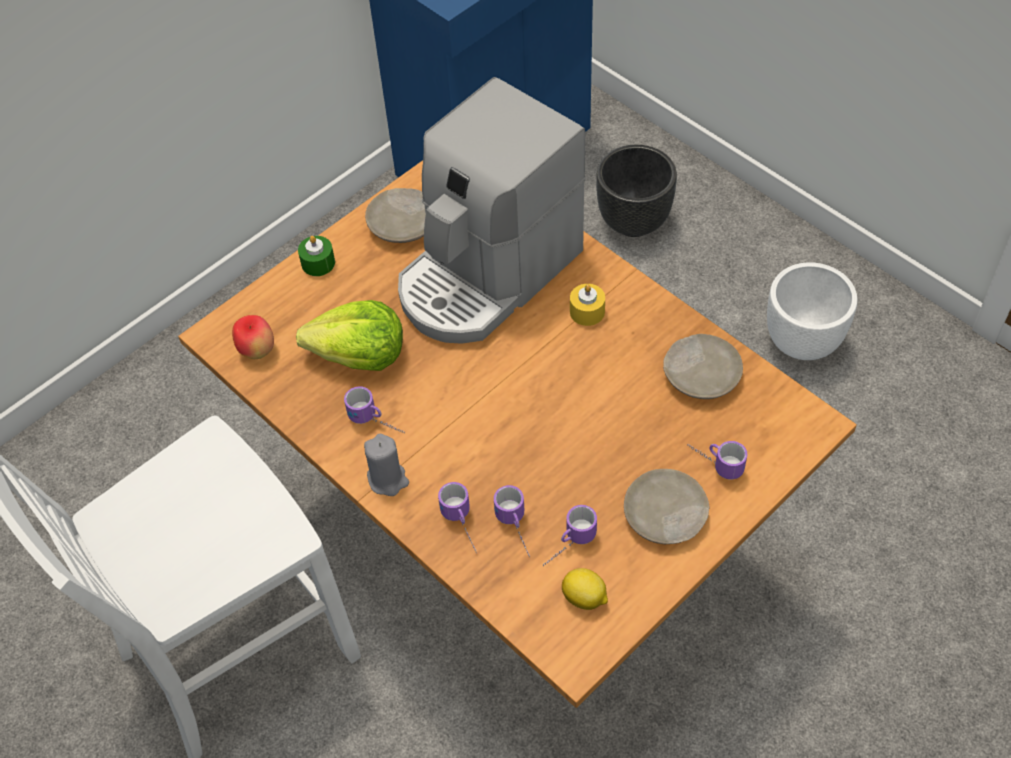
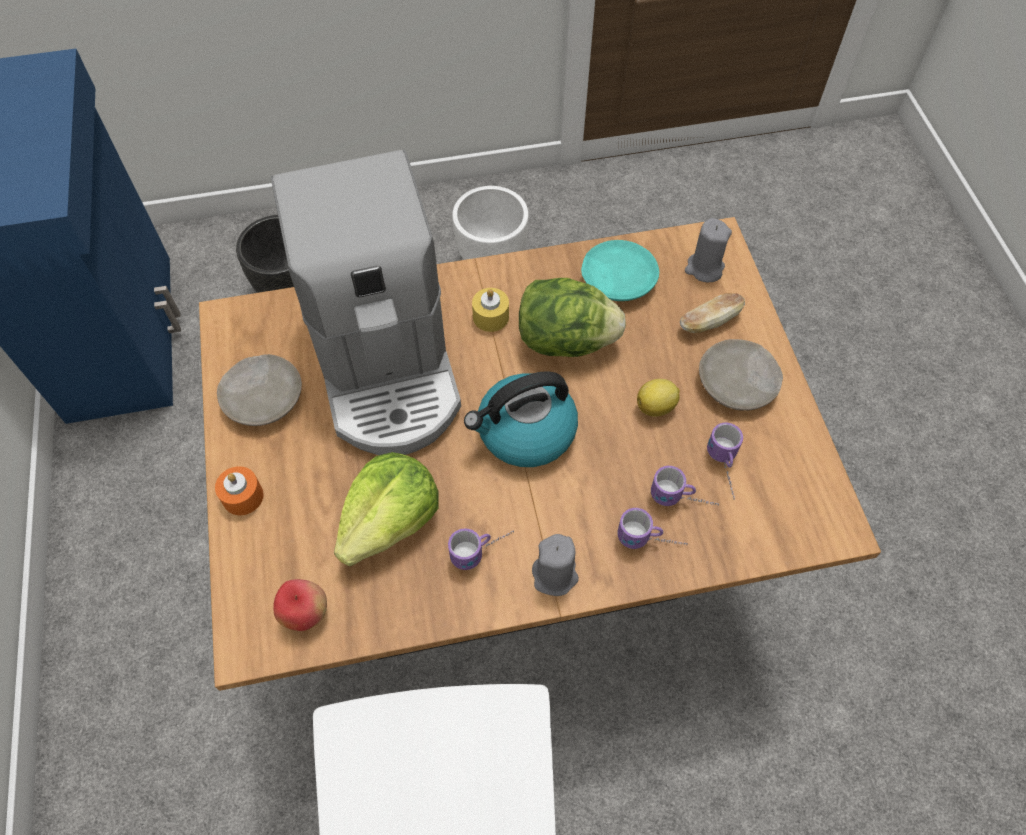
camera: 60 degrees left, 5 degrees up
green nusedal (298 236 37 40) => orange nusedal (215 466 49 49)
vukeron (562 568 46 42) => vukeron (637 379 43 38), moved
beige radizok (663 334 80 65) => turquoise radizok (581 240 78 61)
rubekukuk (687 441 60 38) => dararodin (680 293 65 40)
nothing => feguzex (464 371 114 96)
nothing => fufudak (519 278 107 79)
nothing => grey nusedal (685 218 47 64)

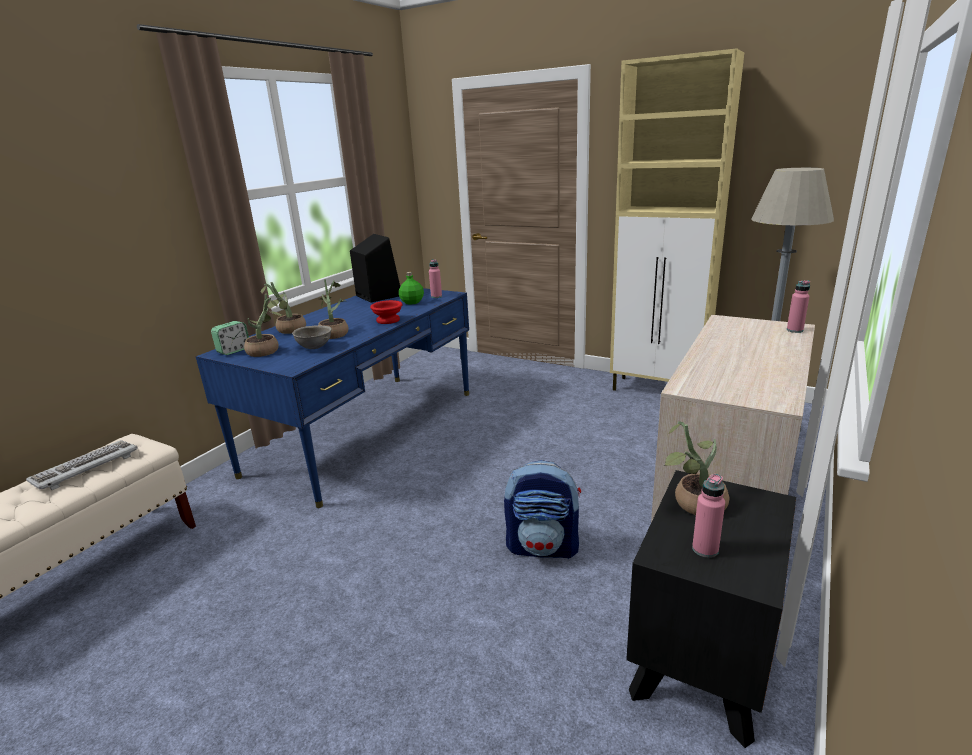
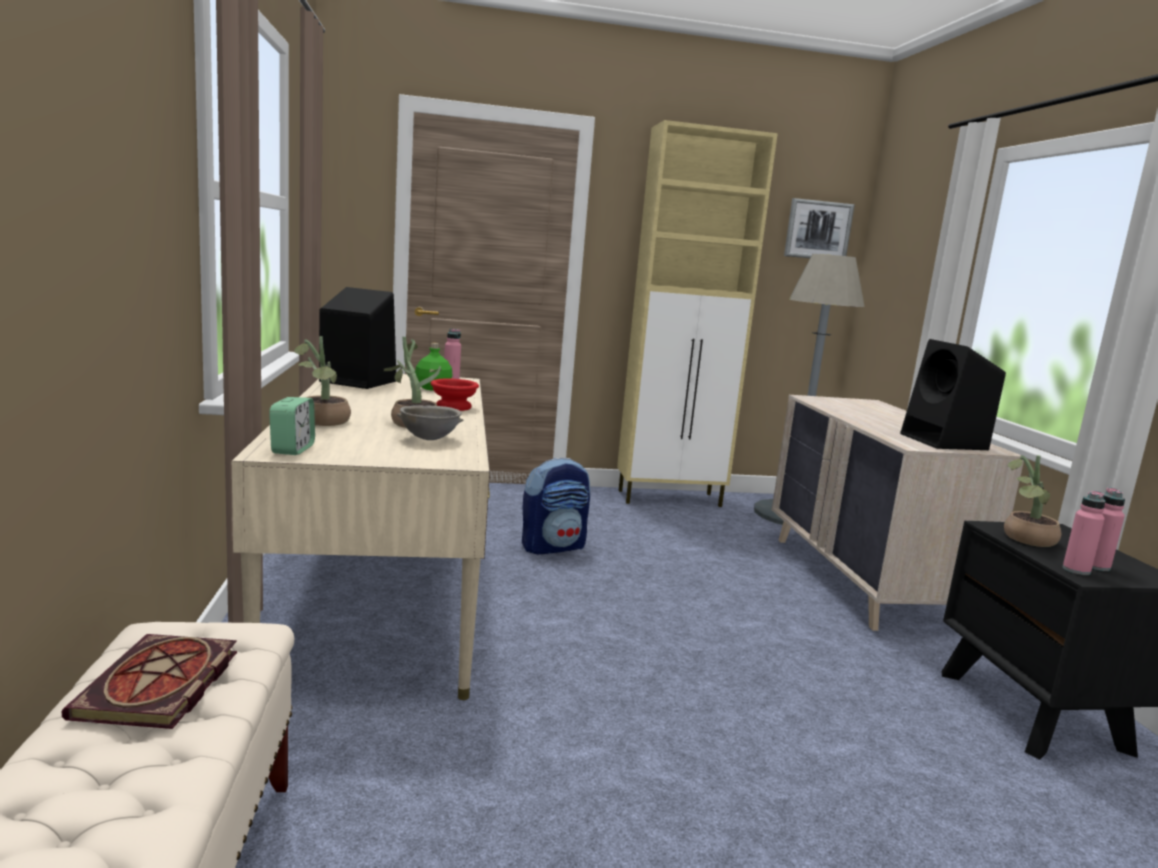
camera: 40 degrees left, 10 degrees down
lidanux (26 440 112 50) => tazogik (62 634 175 95)
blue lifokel (196 288 273 220) => beige lifokel (232 374 258 326)
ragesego (244 294 39 63) => nothing
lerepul (504 460 77 99) => lerepul (522 458 68 96), moved
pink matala (787 280 23 53) => pink matala (1063 491 42 84), moved
nothing => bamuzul (784 198 71 60)
nothing => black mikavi (900 339 106 111)

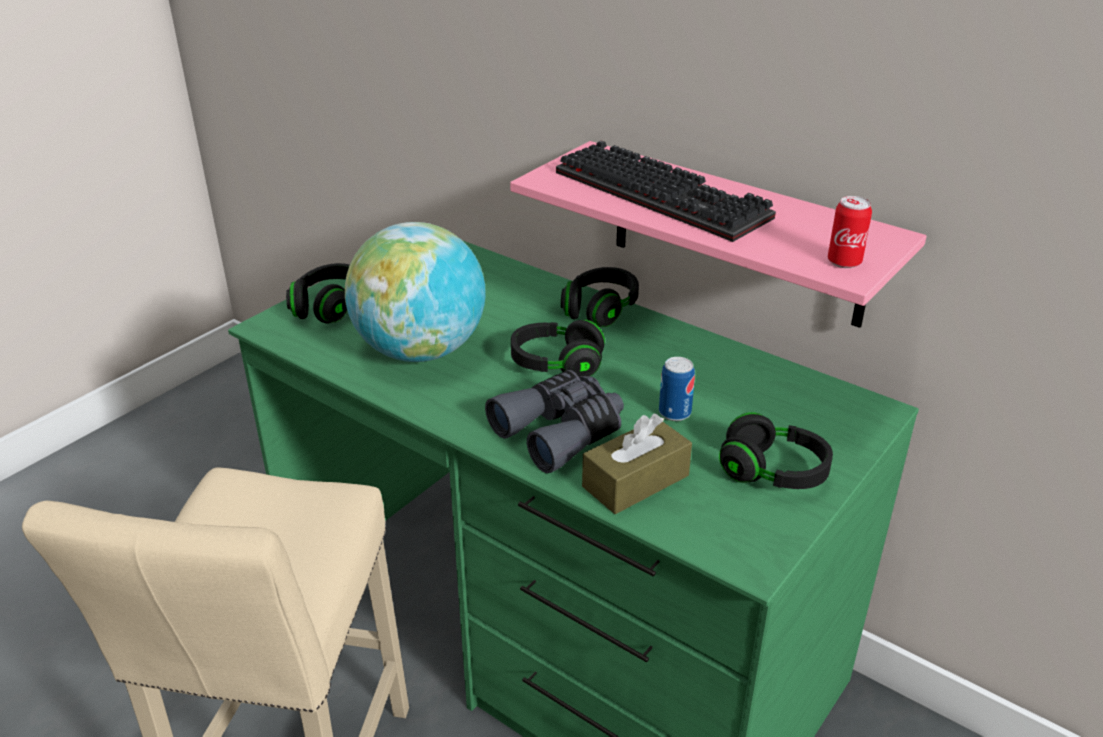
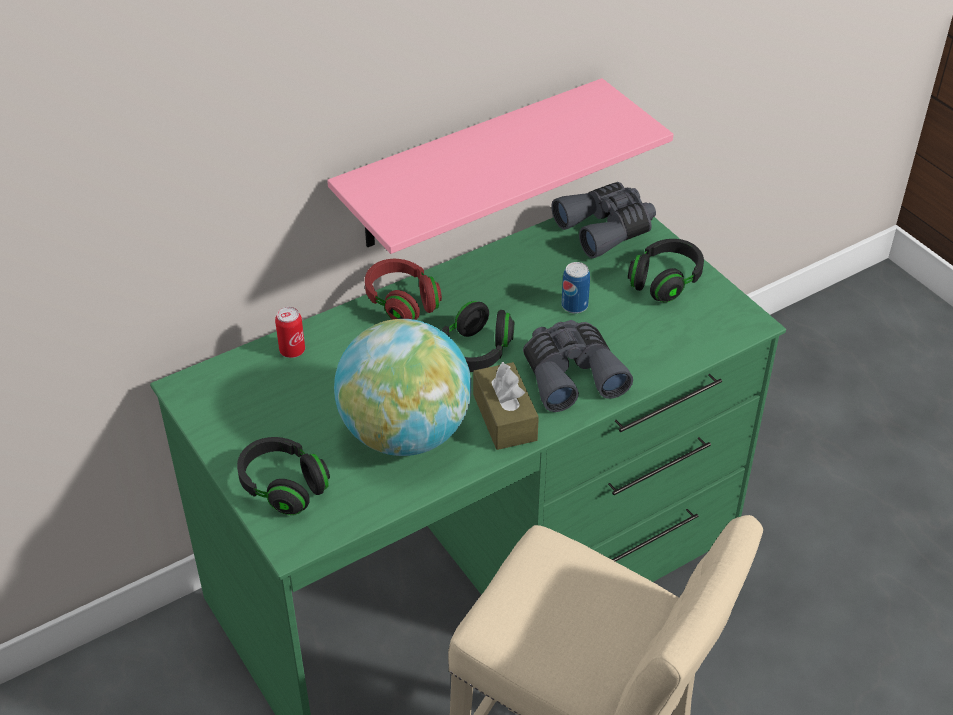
camera: 70 degrees left, 10 degrees up
lidanux (556 141 220 101) => nothing
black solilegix (561 267 78 60) => red solilegix (365 259 77 61)
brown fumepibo (582 414 110 100) => brown fumepibo (473 362 66 88), moved
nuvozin (828 196 44 72) => nuvozin (275 307 30 51), moved
nothing => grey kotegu (551 182 105 76)

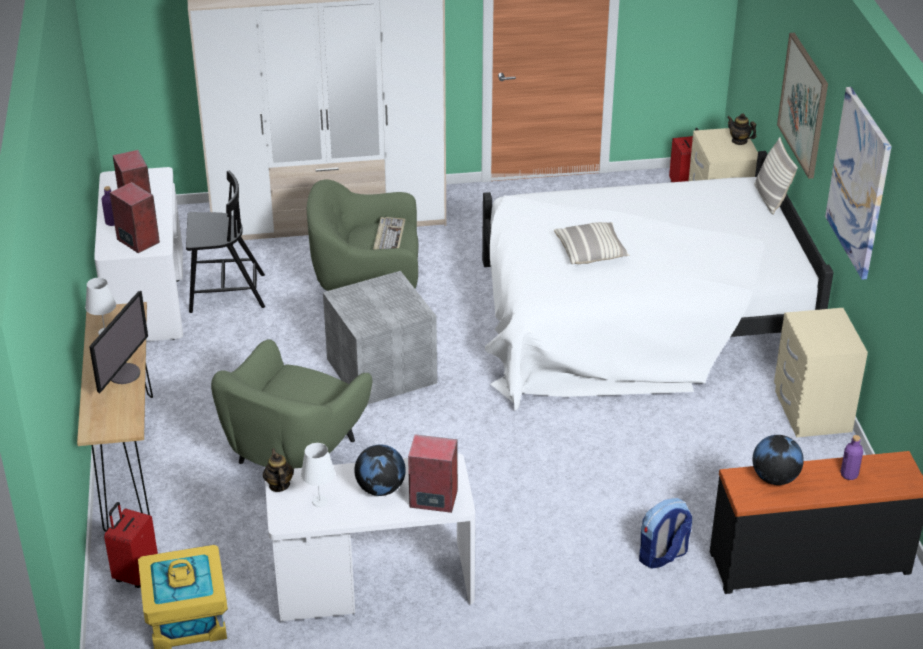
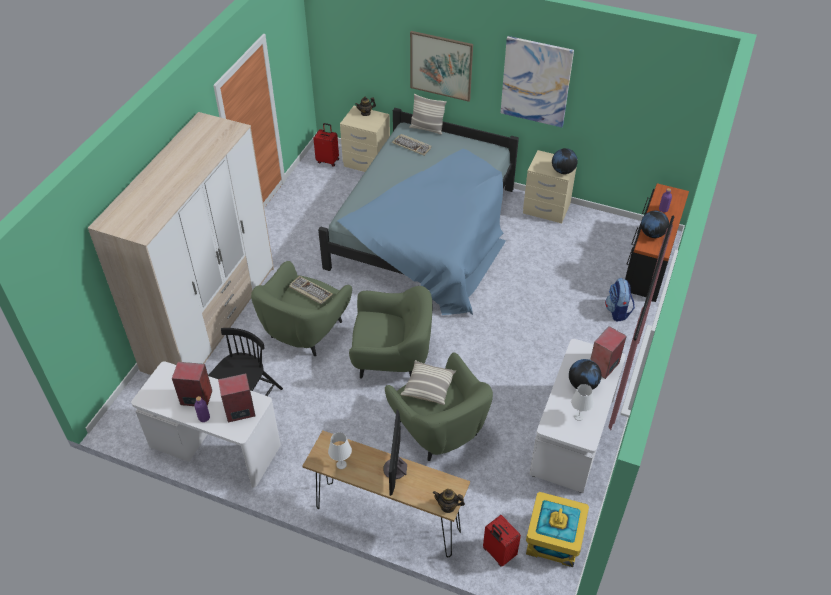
camera: 60 degrees left, 10 degrees up
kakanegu (89 291 59 103) => kakanegu (383 409 24 87), 135 degrees counterclockwise
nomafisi (263 448 31 44) => nomafisi (433 489 32 24), moved
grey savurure (323 271 114 134) => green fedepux (349 286 83 93)
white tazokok (482 151 352 259) => blue tazokok (318 108 201 207)
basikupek (554 222 75 42) => basikupek (401 360 55 45), moved
nothing => lidanux (392 134 40 22)
nothing => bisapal (552 148 26 26)

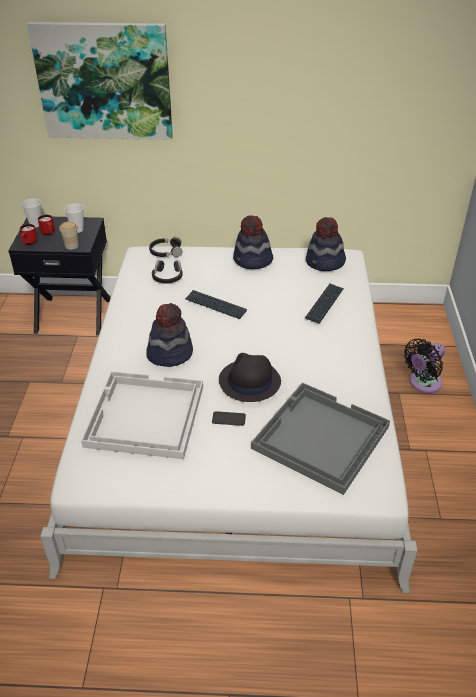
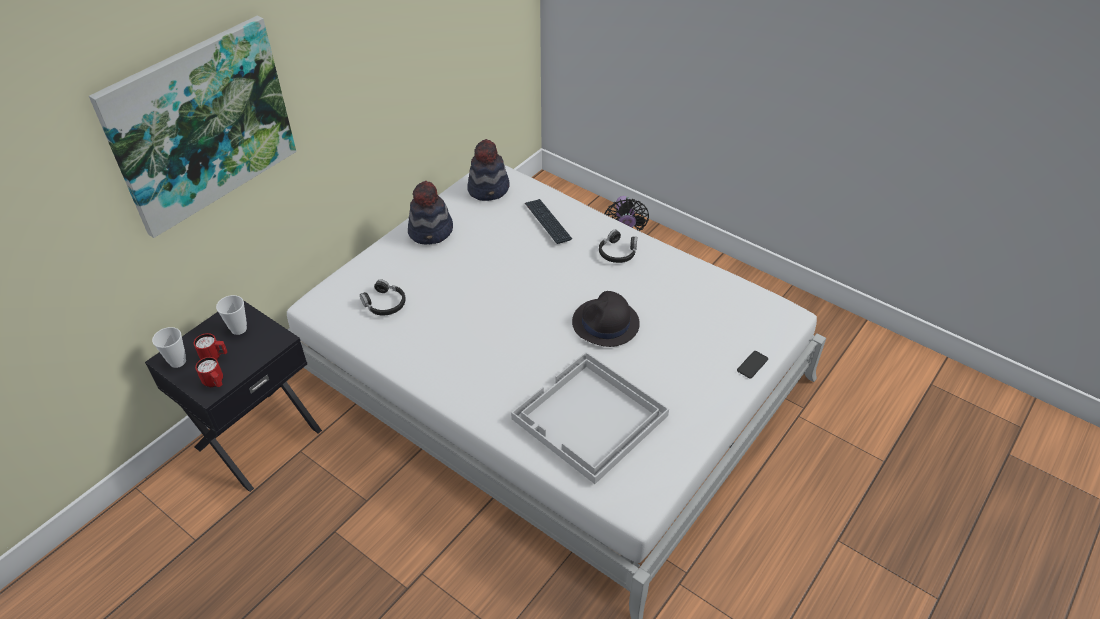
camera: 55 degrees left, 5 degrees up
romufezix (59 221 20 29) => nothing
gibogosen (146 303 47 64) => nothing
black solilegix (149 237 33 20) => black solilegix (599 230 38 33), moved
lidanux (185 290 62 29) => nothing
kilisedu (212 411 34 15) => kilisedu (737 351 31 27), moved
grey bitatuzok (251 382 139 113) => nothing

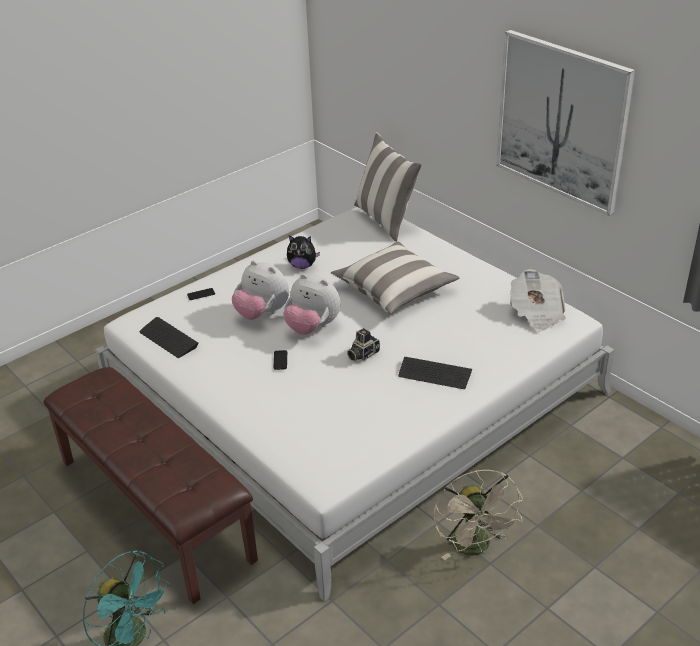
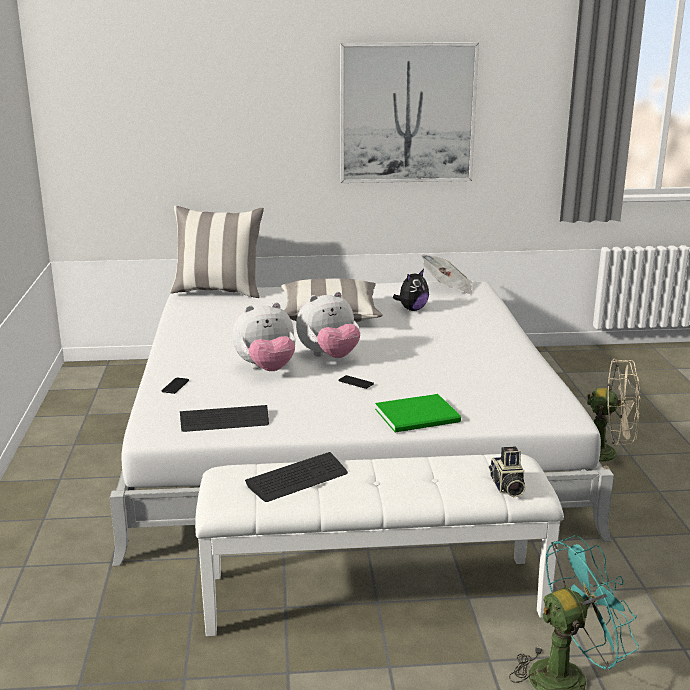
camera: 55 degrees left, 15 degrees down
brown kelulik (44 367 214 237) => white kelulik (195 454 369 182)
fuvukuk (287 235 33 34) => fuvukuk (393 269 36 42), moved
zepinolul (347 329 33 32) => zepinolul (489 447 36 50), moved
lidanux (398 357 74 32) => lidanux (245 452 103 50), moved
nothing => green tazogik (375 394 86 38)

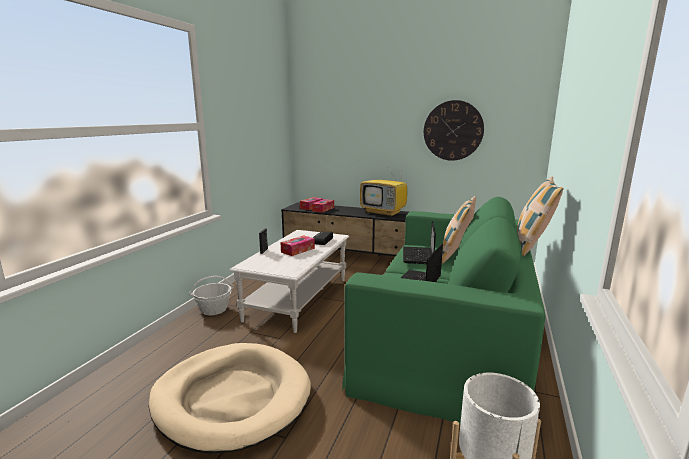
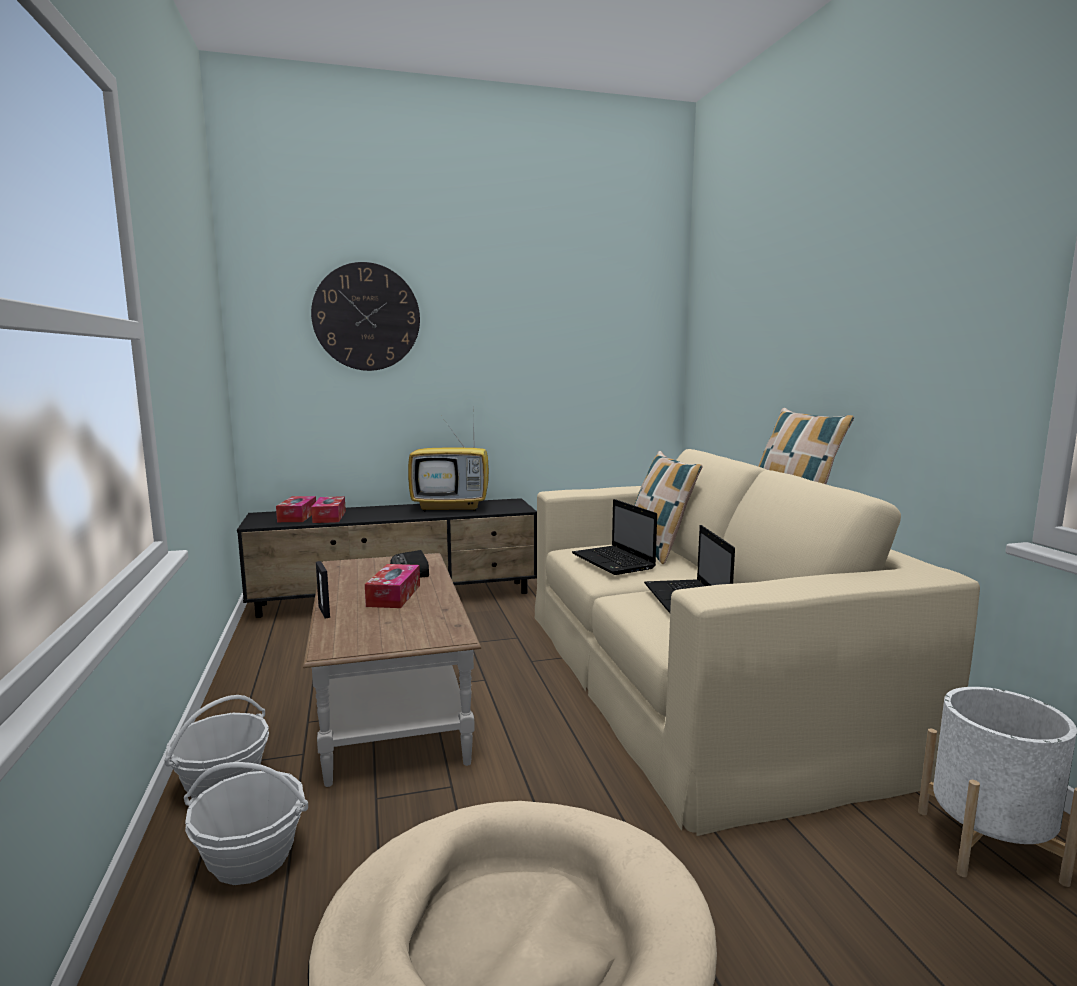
camera: 35 degrees left, 5 degrees down
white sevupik (229 230 120 103) => brown sevupik (303 553 178 234)
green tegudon (342 197 204 227) => beige tegudon (535 449 445 387)
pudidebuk (424 100 60 61) => pudidebuk (311 262 109 109), moved
nothing => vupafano (184 762 124 123)

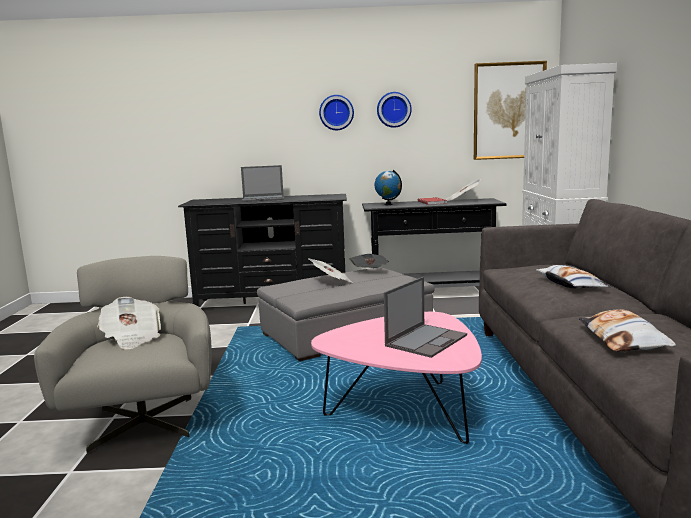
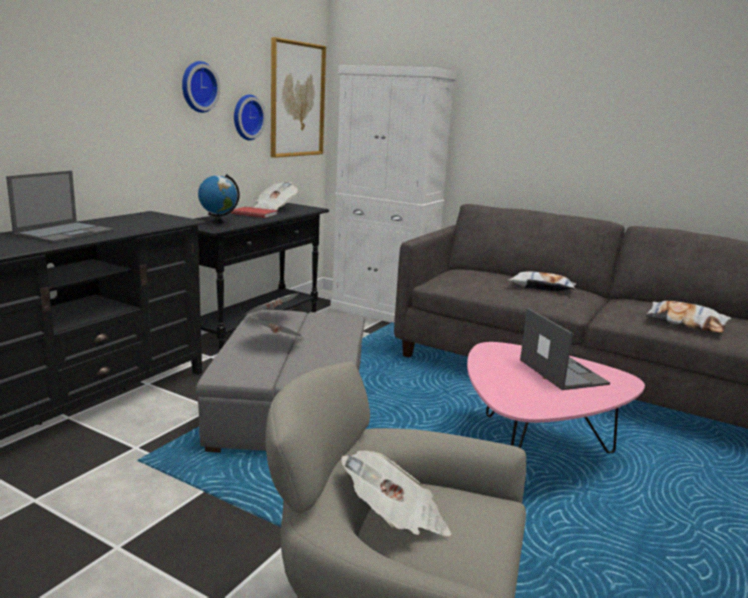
camera: 60 degrees left, 5 degrees up
pudidebuk (319 95 35 35) => pudidebuk (234 95 32 45), moved

